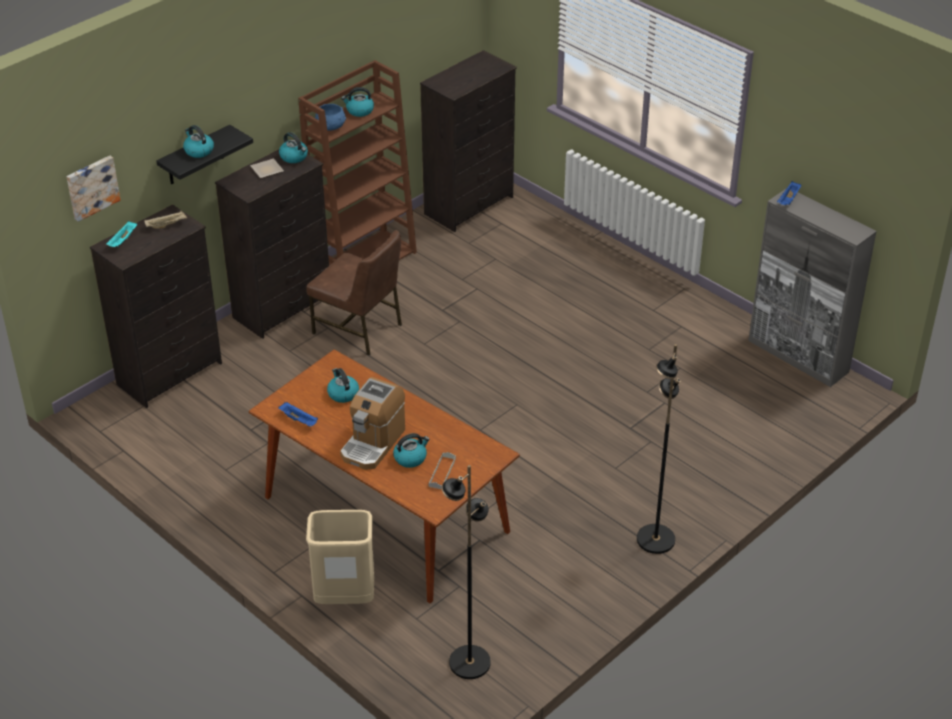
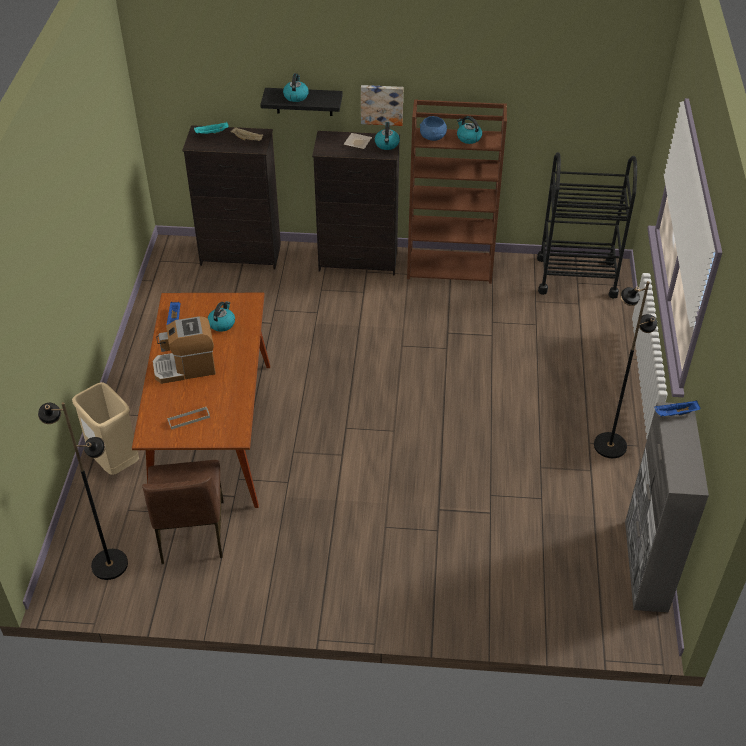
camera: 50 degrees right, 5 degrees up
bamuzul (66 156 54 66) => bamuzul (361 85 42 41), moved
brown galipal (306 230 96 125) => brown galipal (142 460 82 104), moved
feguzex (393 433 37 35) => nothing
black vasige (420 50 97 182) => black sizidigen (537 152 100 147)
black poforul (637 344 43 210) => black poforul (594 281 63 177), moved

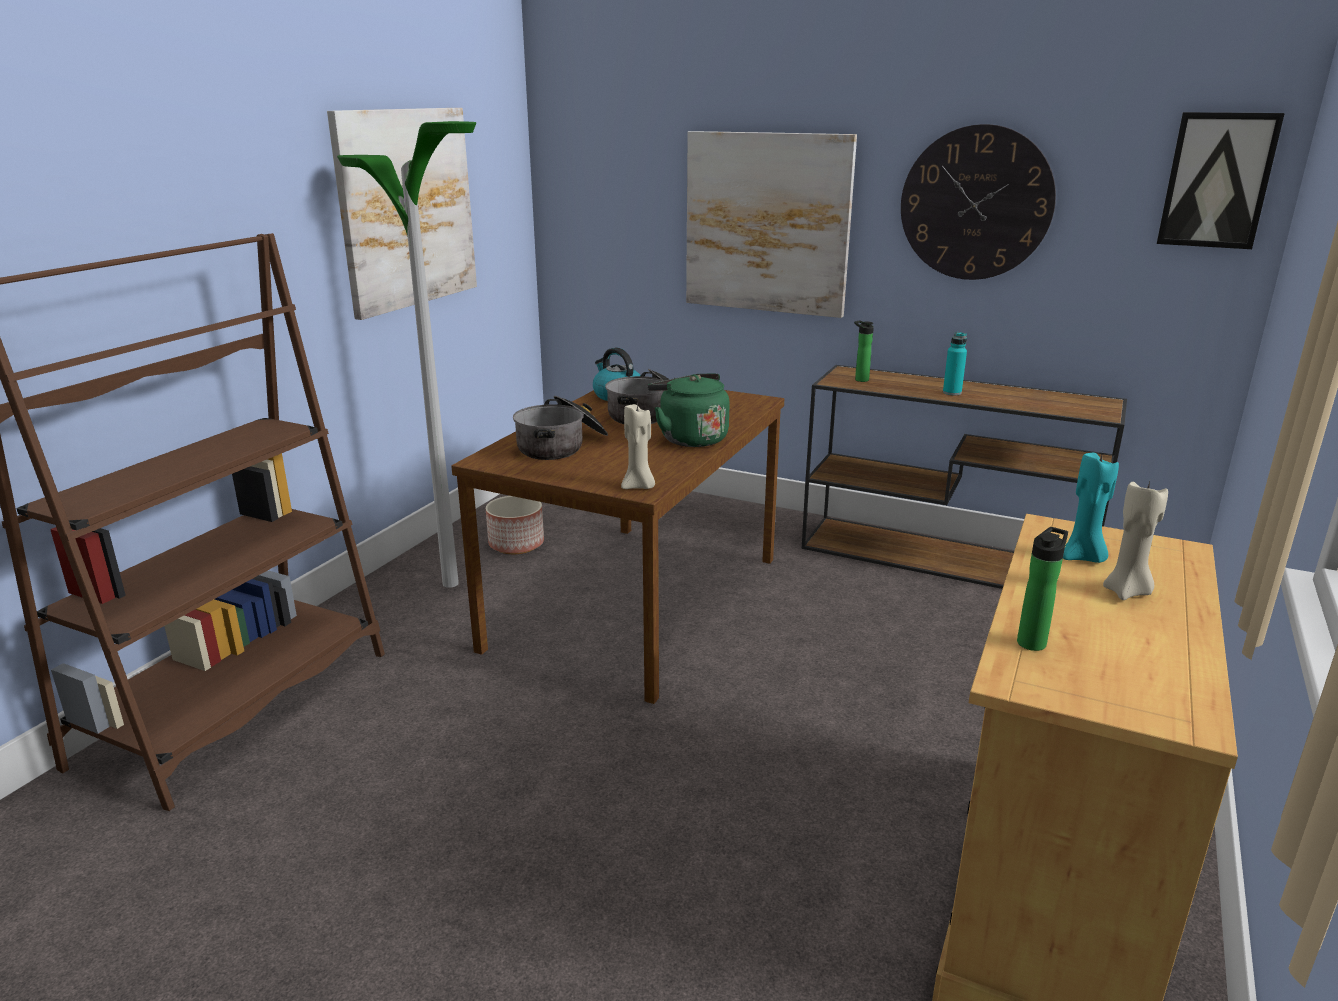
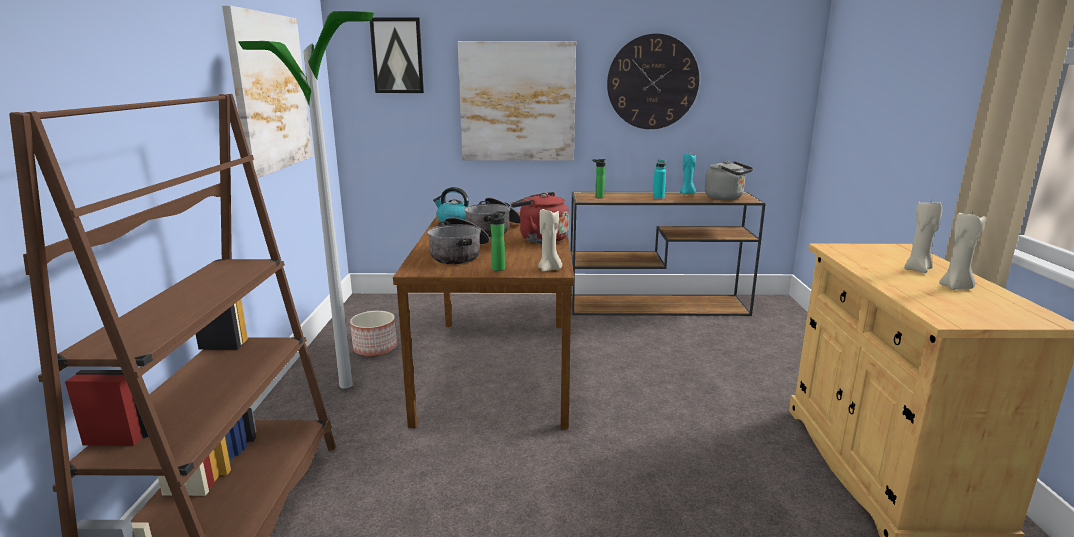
camera: 25 degrees left, 5 degrees down
green feguzex (648 374 82 73) => red feguzex (511 192 58 51)
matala (1017 527 51 124) => matala (490 211 15 60), moved
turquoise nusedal (1063 452 56 111) => turquoise nusedal (680 154 16 40), moved
bamuzul (1157 112 128 137) => bamuzul (370 18 54 75), moved
nothing => grey feguzex (705 161 48 39)
nothing => beige nusedal (939 211 46 79)

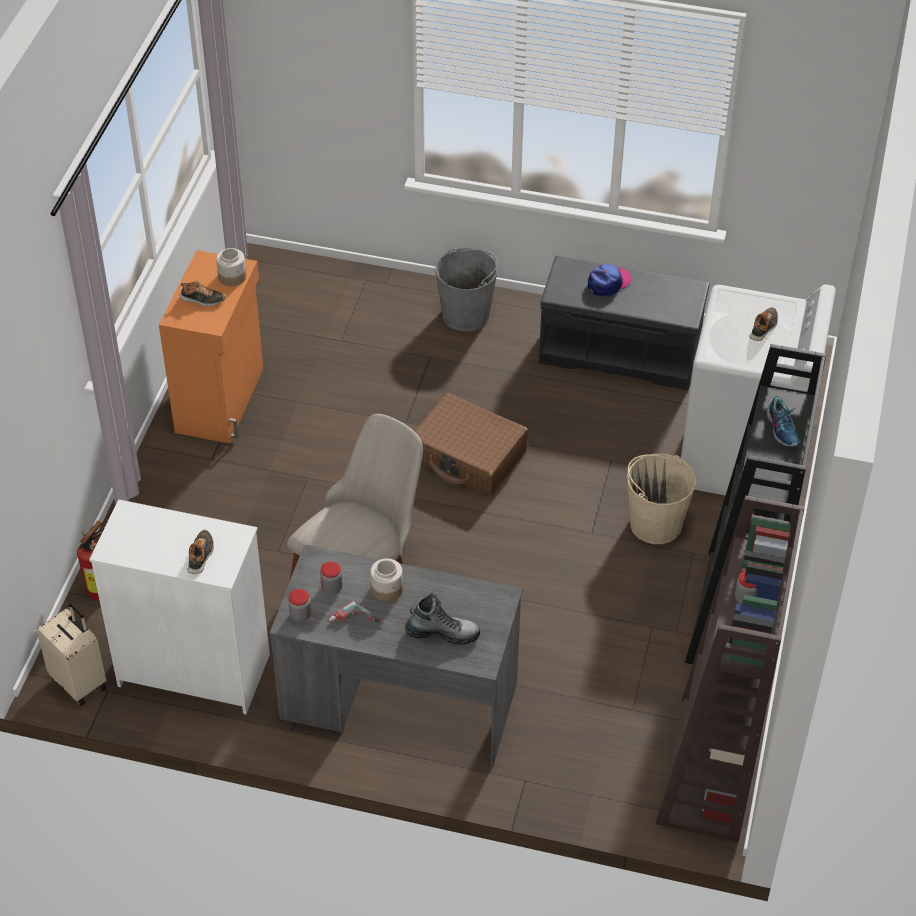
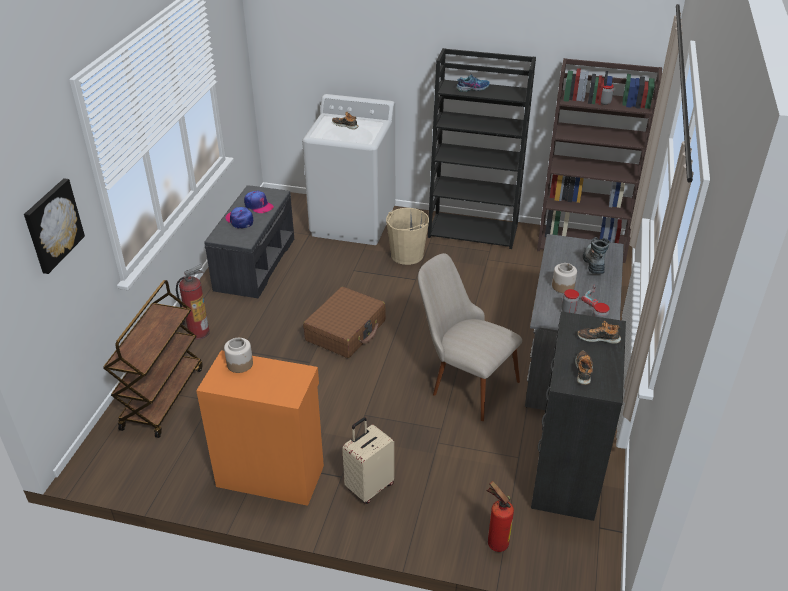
camera: 90 degrees left, 10 degrees down
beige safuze (36 603 71 103) => beige safuze (342 417 52 87), moved
white vasige (89 499 181 215) => black vasige (531 312 95 209)
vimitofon (180 280 45 26) => vimitofon (575 351 18 34), moved
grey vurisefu (435 248 63 84) => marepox (176 265 34 75)
nothing => bamuzul (24 178 61 96)
nothing => brown sizidigen (103 280 100 158)
nothing => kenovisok (244 191 30 22)

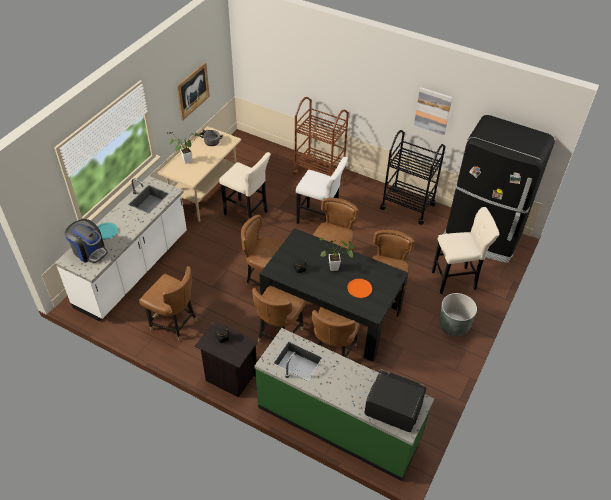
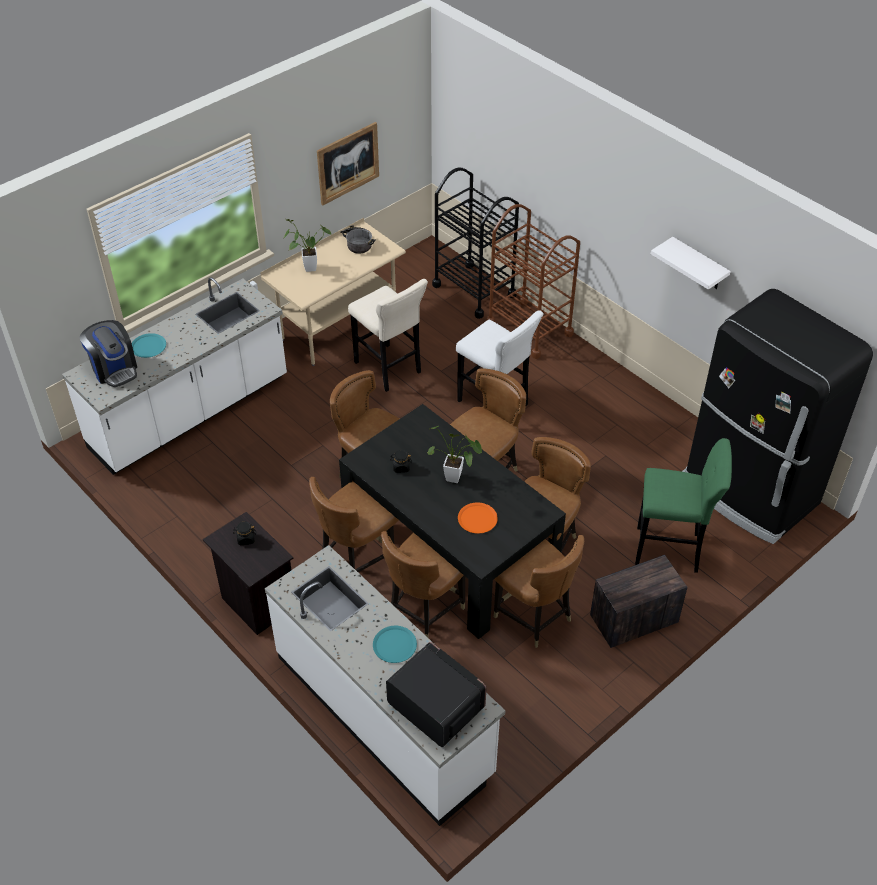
camera: 20 degrees right, 0 degrees up
brown galipal (139 266 58 75) => brown galipal (494 535 90 113), moved
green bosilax (254 328 180 153) => white bosilax (265 545 241 281)
black sizidigen (380 130 66 95) => black sizidigen (432 168 87 151), moved
bamuzul (414 87 38 48) => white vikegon (651 237 80 53)
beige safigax (432 207 68 87) => green safigax (635 438 97 135)
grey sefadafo (439 293 38 43) => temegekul (590 555 97 93)
nothing => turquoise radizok (373 626 44 37)

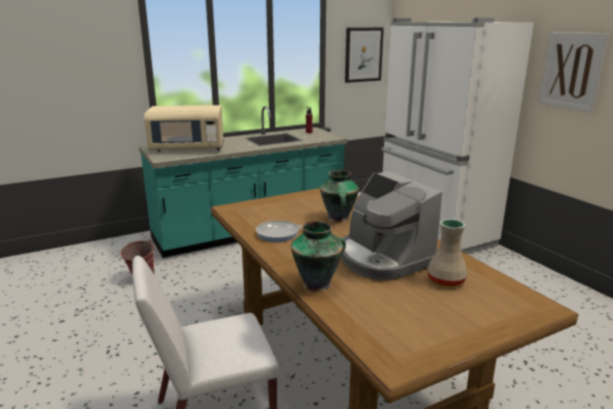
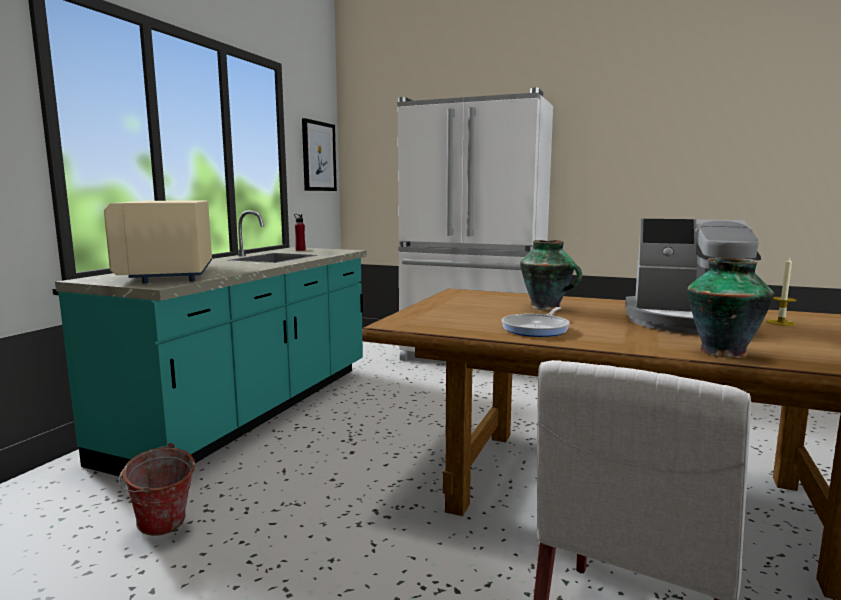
camera: 40 degrees left, 10 degrees down
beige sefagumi (144 105 80 47) => beige sefagumi (104 201 108 82), 120 degrees clockwise
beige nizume (427 219 41 69) => nusedal (767 255 30 71)
bamuzul (538 32 71 80) => nothing

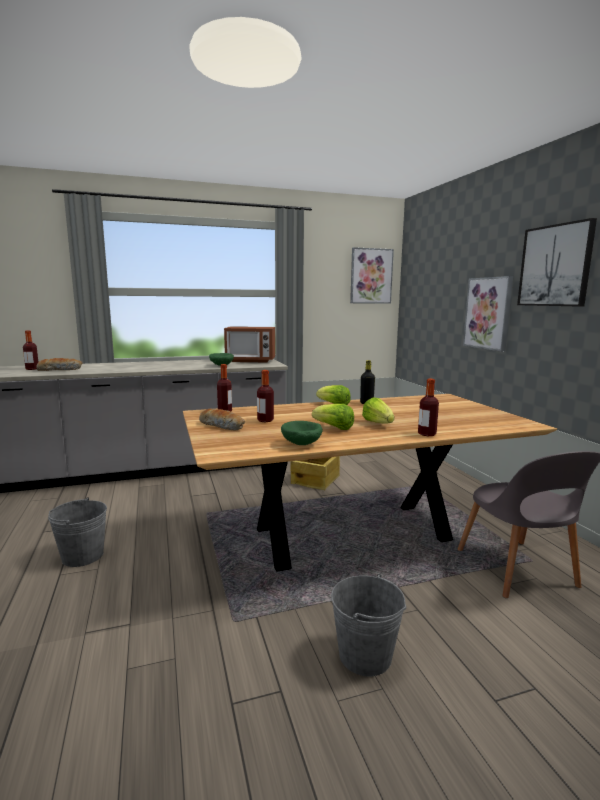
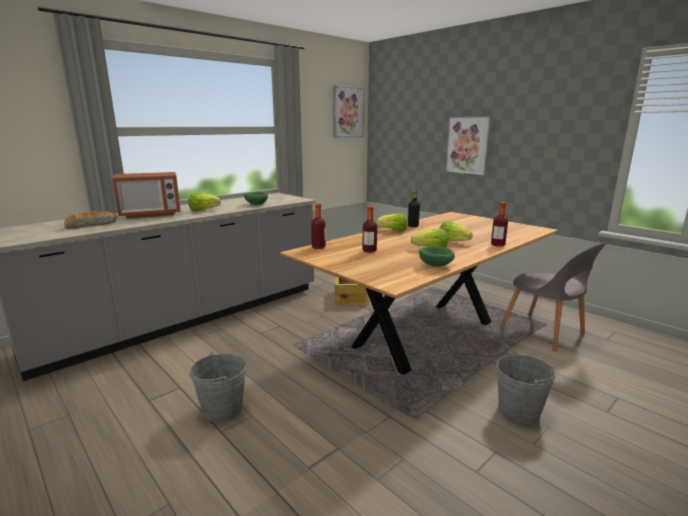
camera: 25 degrees left, 5 degrees up
matala (23 330 15 40) => nothing
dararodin (199 408 46 22) => nothing
sefagumi (224 326 51 36) => sefagumi (112 172 69 46), moved
bamuzul (517 218 80 89) => nothing
nothing => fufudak (188 193 33 18)

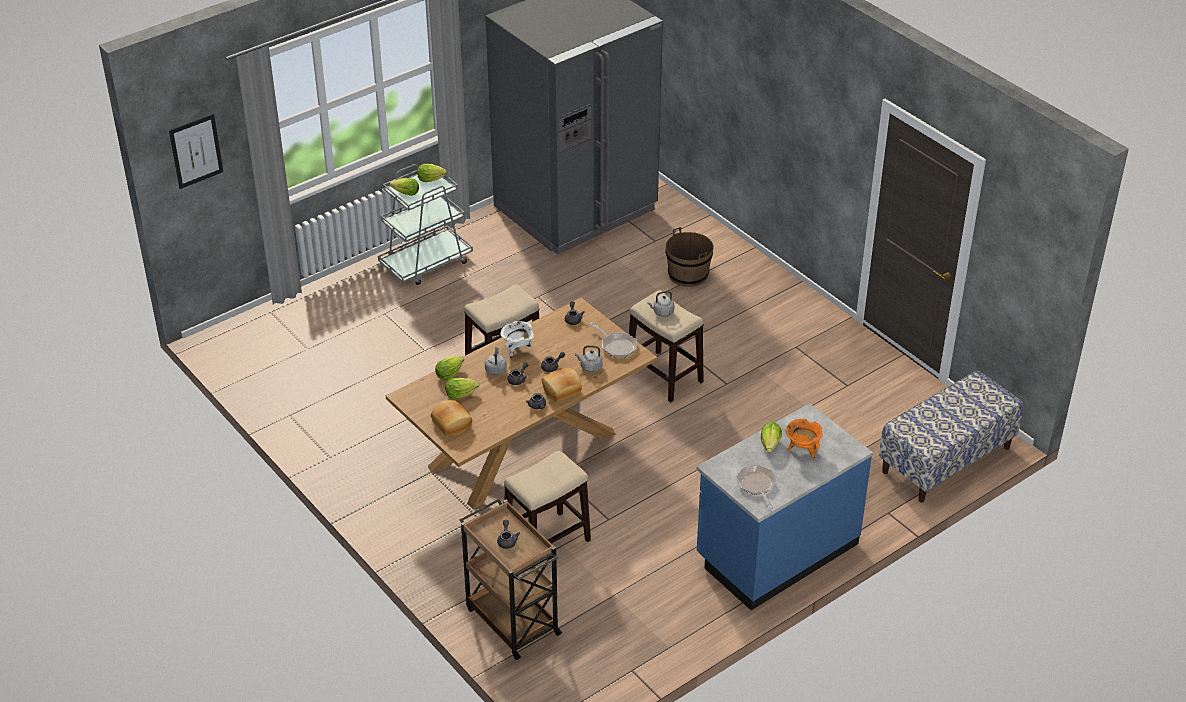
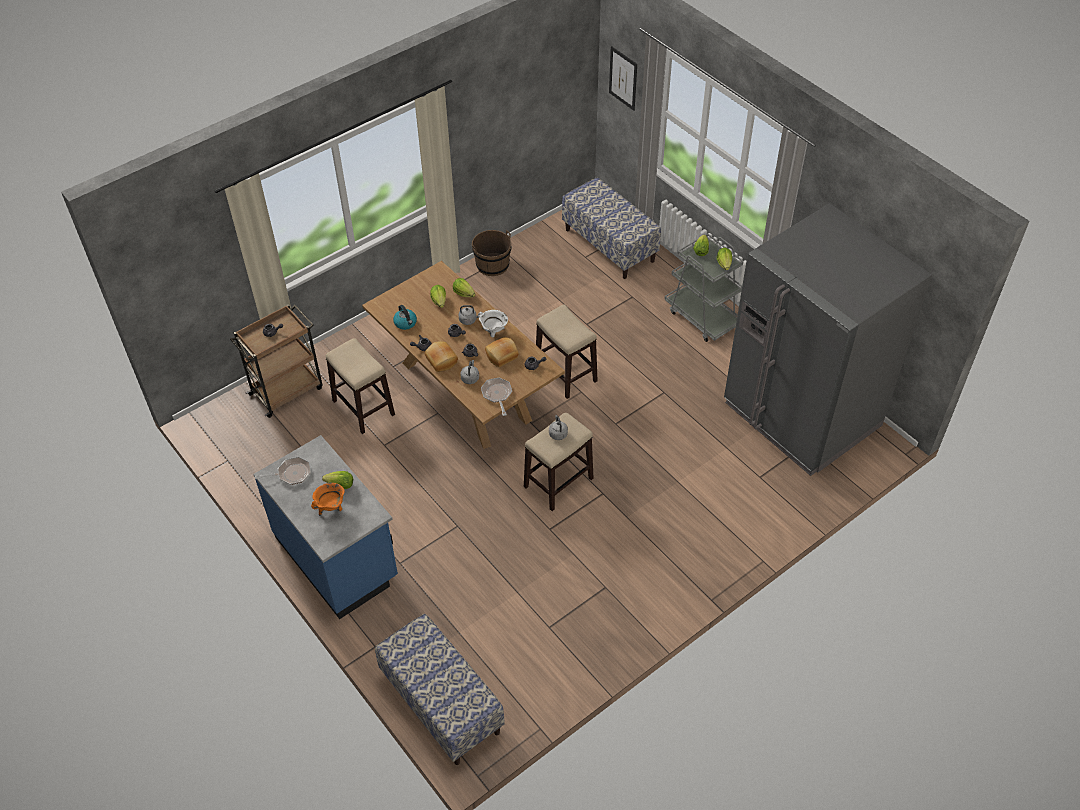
camera: 90 degrees right, 10 degrees up
dararodin (431 400 41 37) => dararodin (485 337 34 30), moved
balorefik (589 322 48 35) => balorefik (481 378 31 38), 120 degrees clockwise
brown vurisefu (665 227 49 60) => brown vurisefu (472 230 40 46), moved
nothing => feguzex (393 305 24 25)
nothing => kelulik (562 178 99 101)

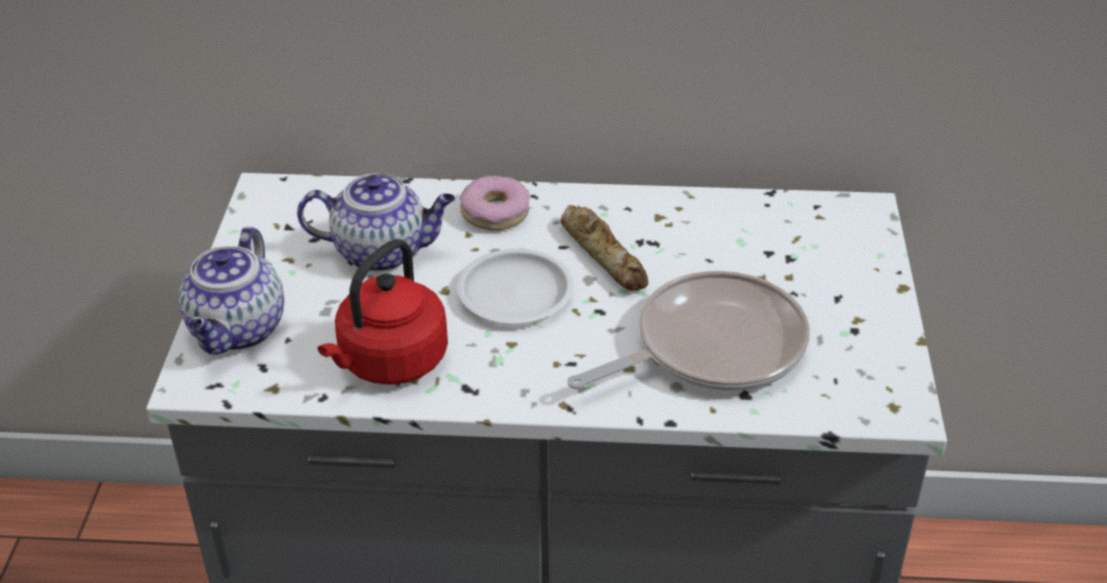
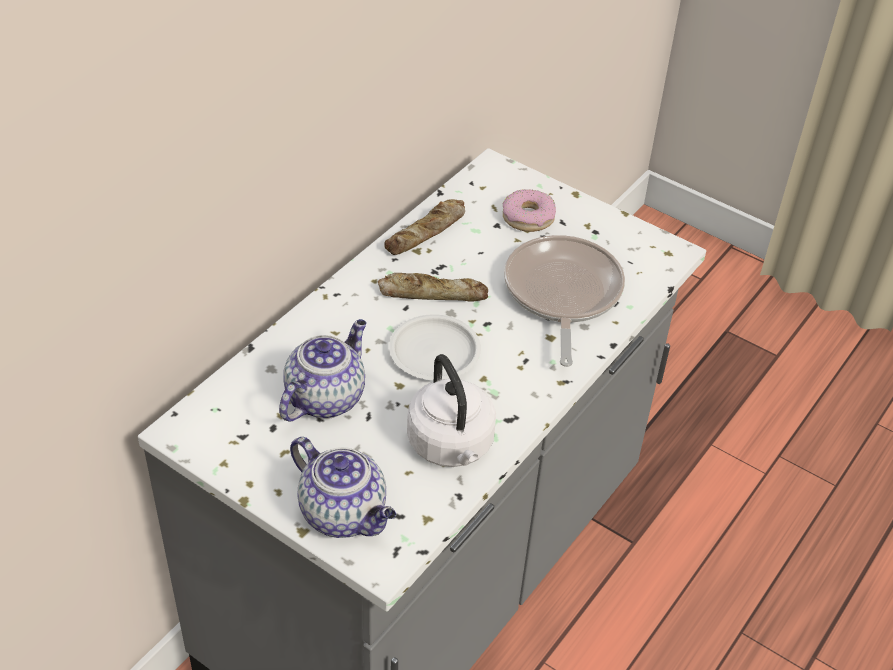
camera: 60 degrees left, 5 degrees up
red feguzex (318 239 130 146) => white feguzex (407 354 89 113)
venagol (460 175 69 55) => venagol (502 189 54 43), moved
nothing => dararodin (384 199 81 56)

